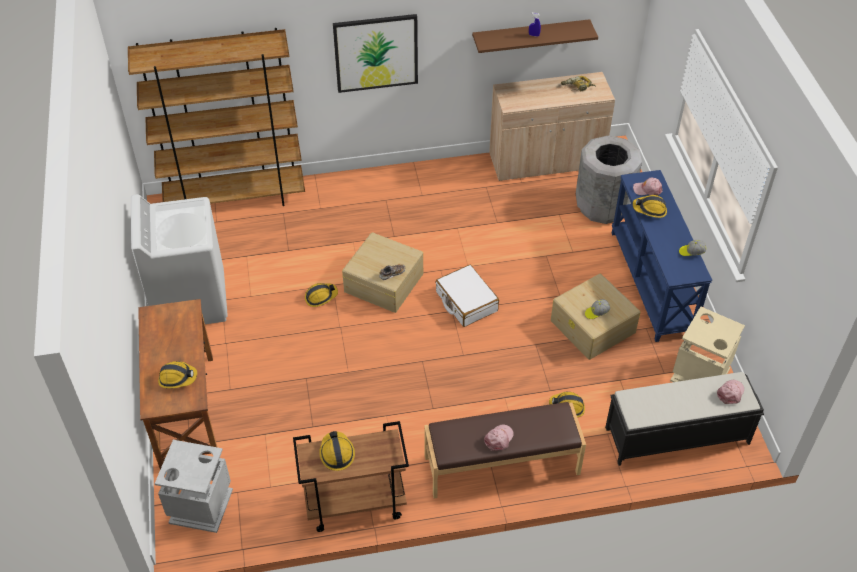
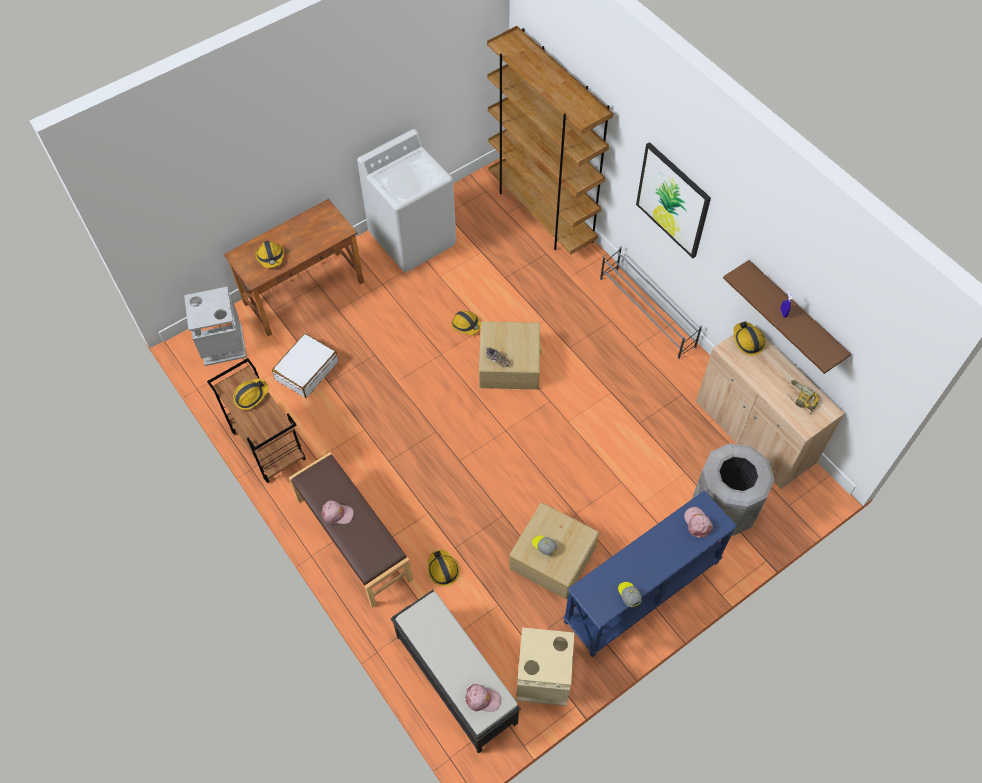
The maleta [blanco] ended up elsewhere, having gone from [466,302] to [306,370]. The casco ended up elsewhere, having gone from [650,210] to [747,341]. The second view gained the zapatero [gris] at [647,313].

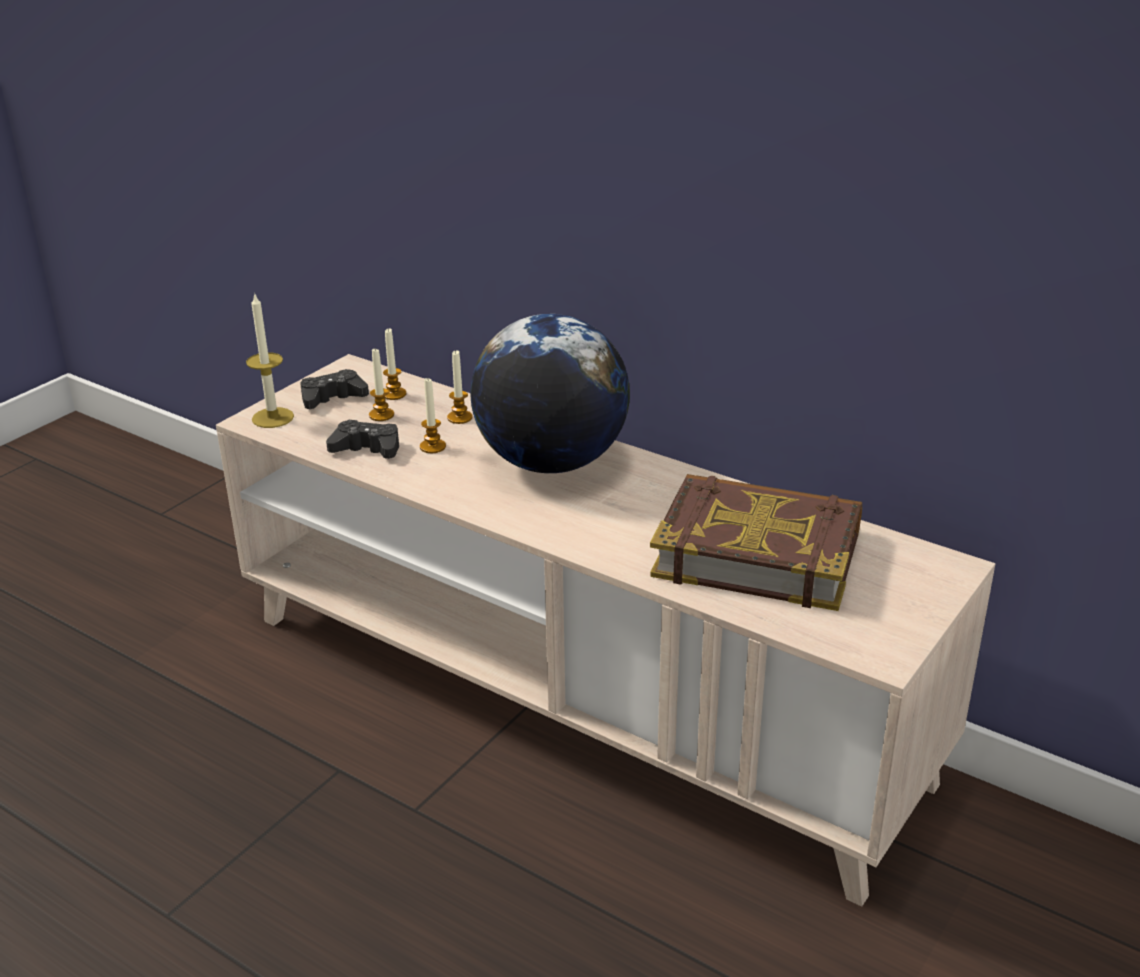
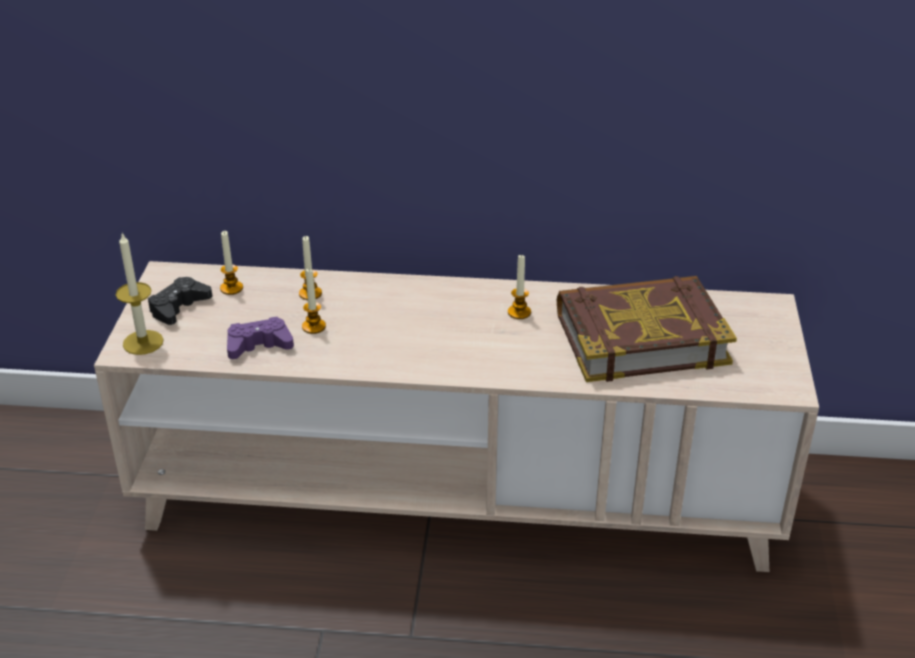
What was the mando de consola [negro] at [367,448] turned into the mando de consola [morado] at [259,345]. The vela ended up elsewhere, having gone from [381,415] to [519,312]. The second view lost the globo terráqueo at [551,462].

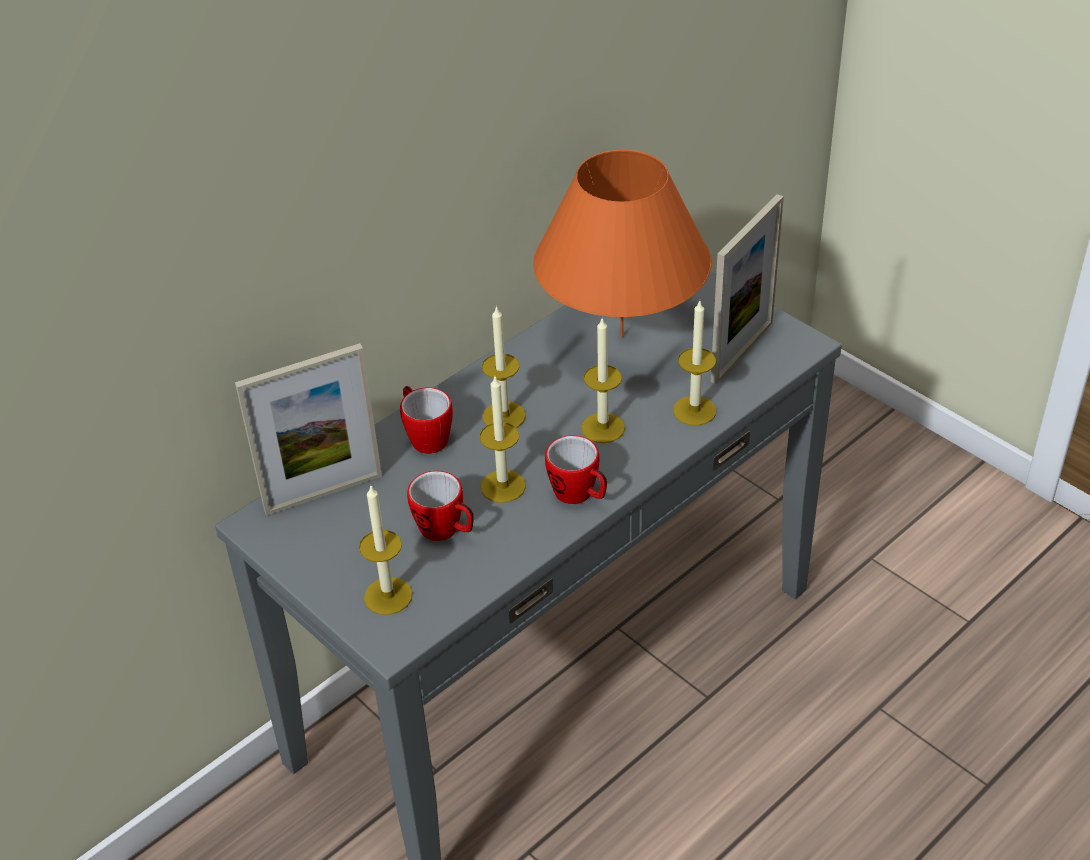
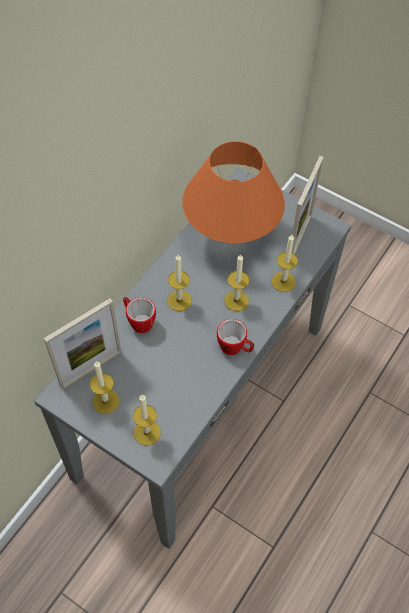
The second view lost the taza grande at [446,530]. The vela ended up elsewhere, having gone from [503,486] to [105,401].

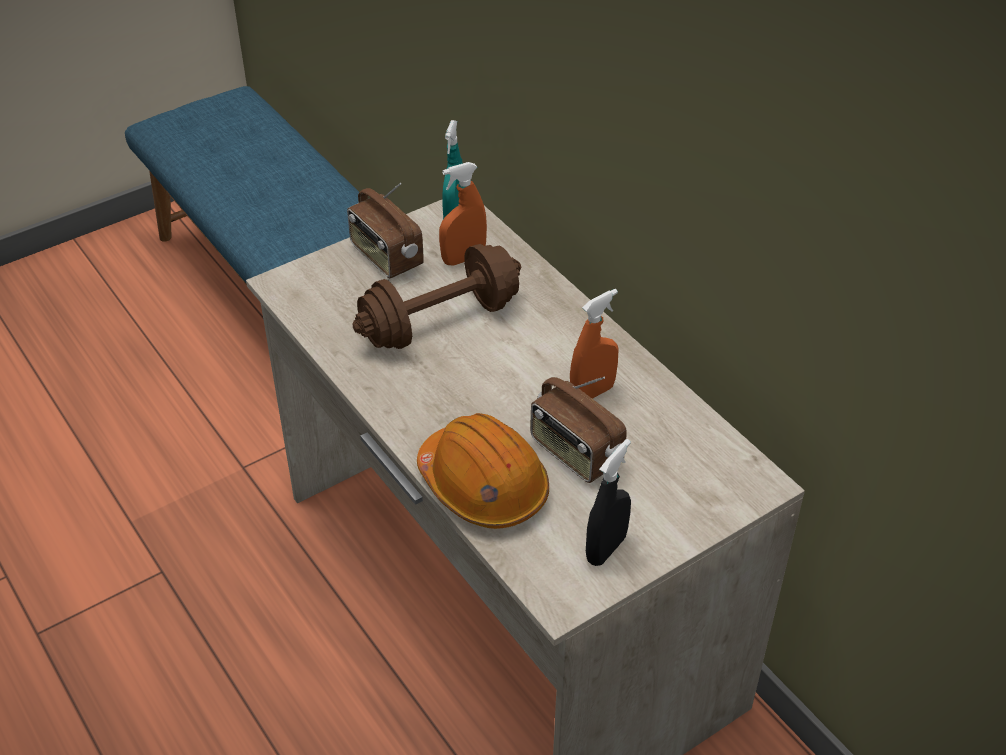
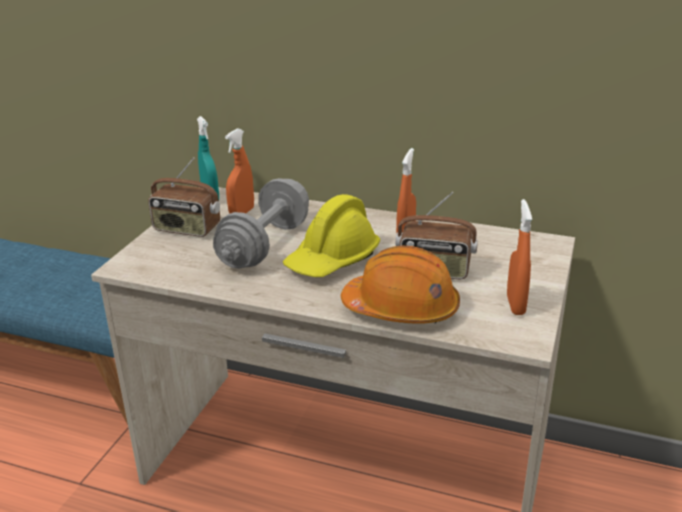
What was the mancuerna [marrón] at [440,321] turned into the mancuerna [gris] at [265,245]. What was the pulverizador [negro] at [606,549] turned into the pulverizador [naranja] at [515,305]. The second view gained the casco [amarillo] at [332,260].

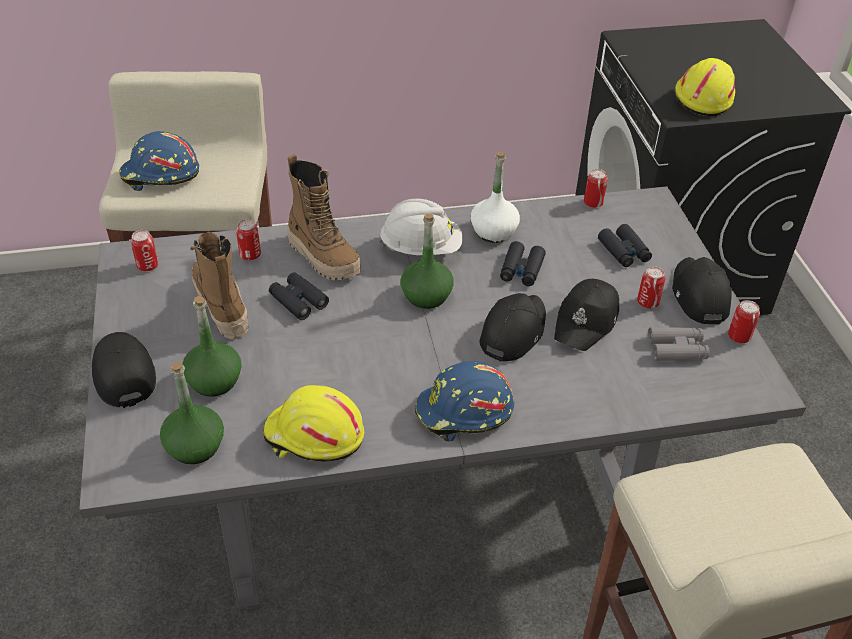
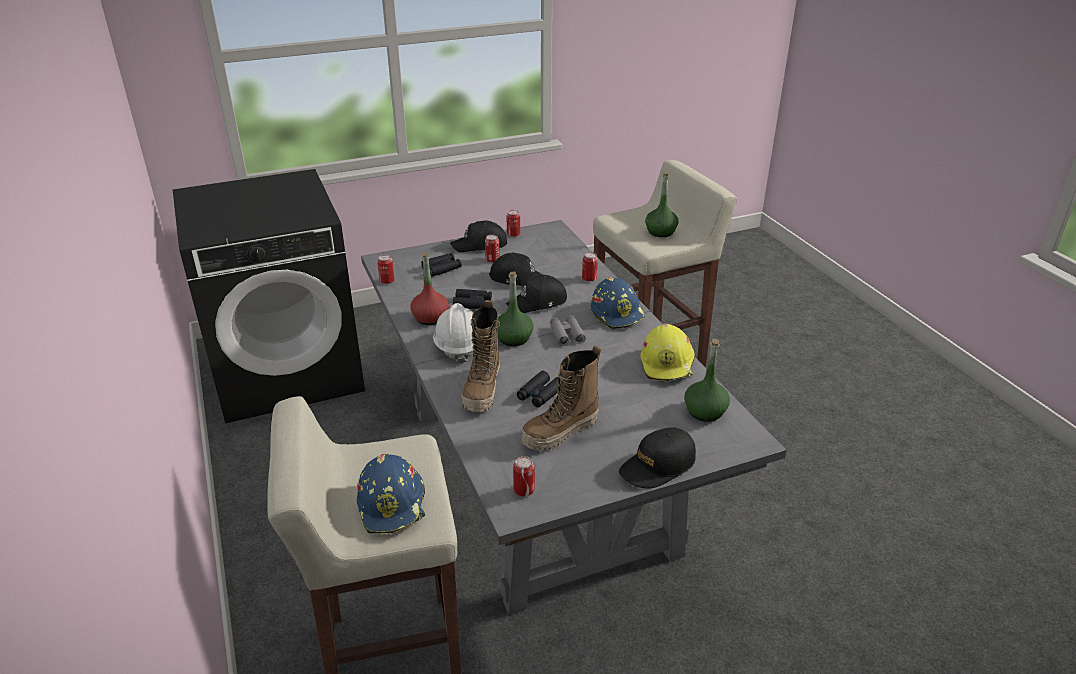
The botella [verde] ended up elsewhere, having gone from [214,380] to [660,232]. The lata ended up elsewhere, having gone from [250,255] to [589,278]. The bota at [324,257] ended up facing another way, 150 degrees clockwise from before. What was the botella [blanco] at [493,231] turned into the botella [rojo] at [430,318]. The gorra [negro] at [512,331] ended up facing another way, 45 degrees counterclockwise from before. The prismáticos [gris] ended up elsewhere, having gone from [677,349] to [566,334]. The second view lost the casco [amarillo] at [703,98].

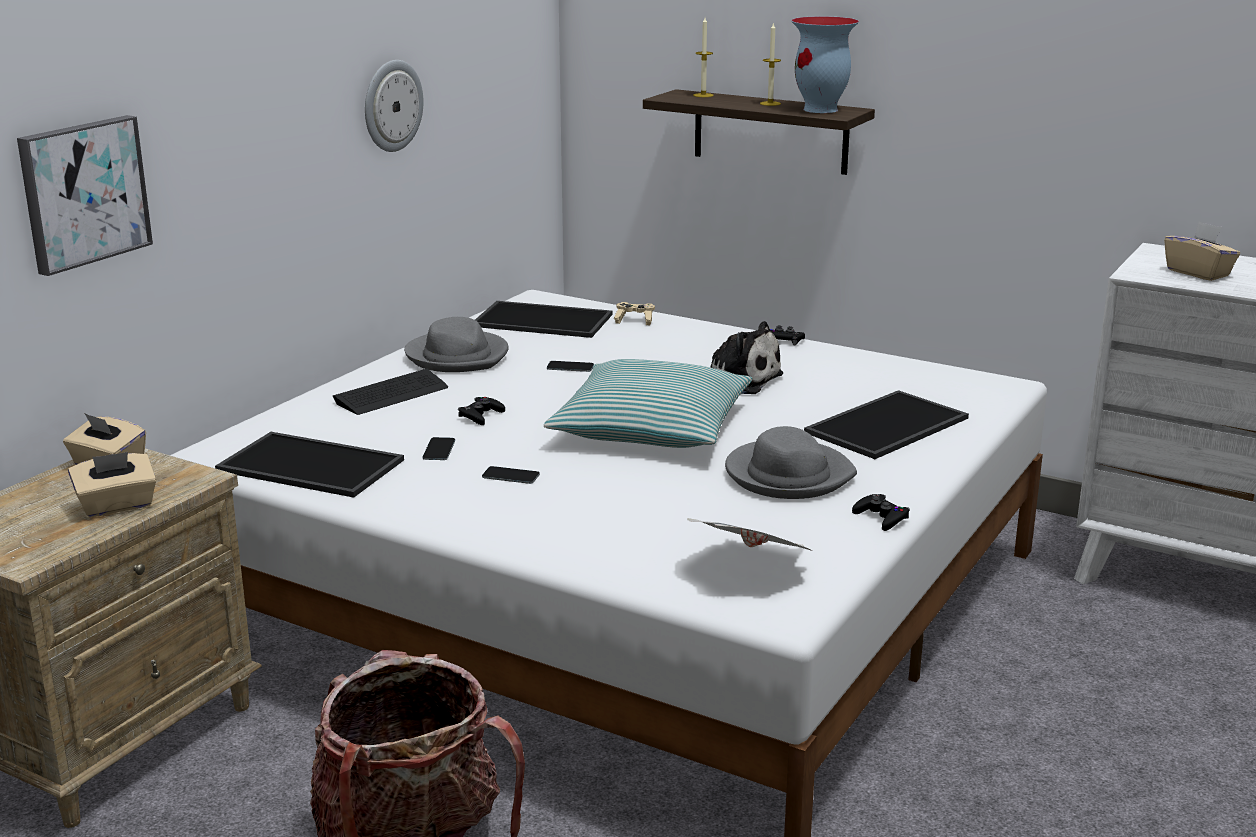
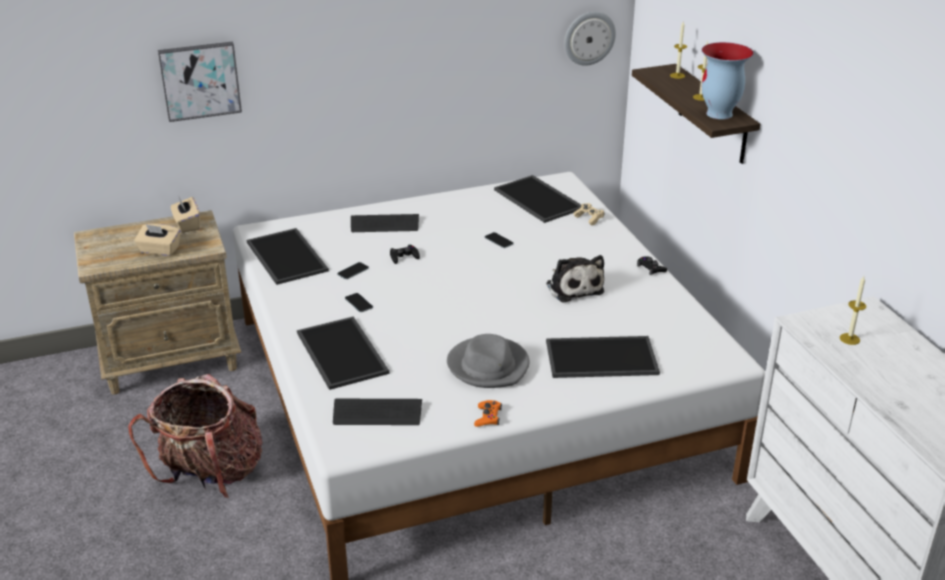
The reloj de pared ended up elsewhere, having gone from [391,105] to [589,38]. The second view lost the sombrero [gris] at [458,356]. The second view lost the cojín at [651,427]. Where the periódico stood at [754,566], the teclado came to stand at [377,413]. What was the mando de consola [negro] at [881,517] turned into the mando de consola [naranja] at [488,417]. Where the caja de pañuelos [beis] stood at [1198,273], the vela came to stand at [849,339]. The second view gained the bandeja at [340,352].

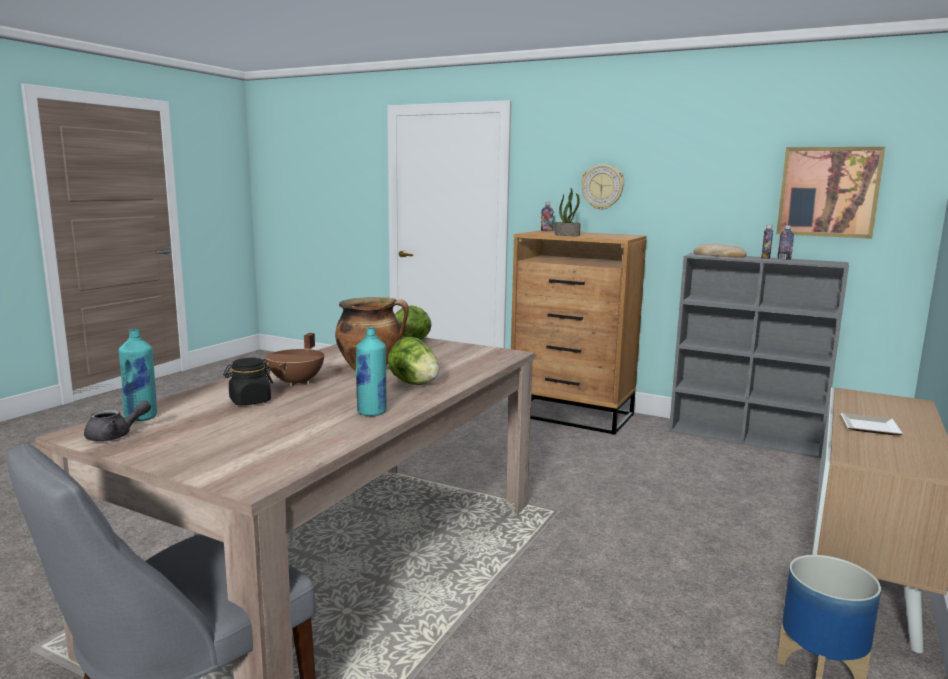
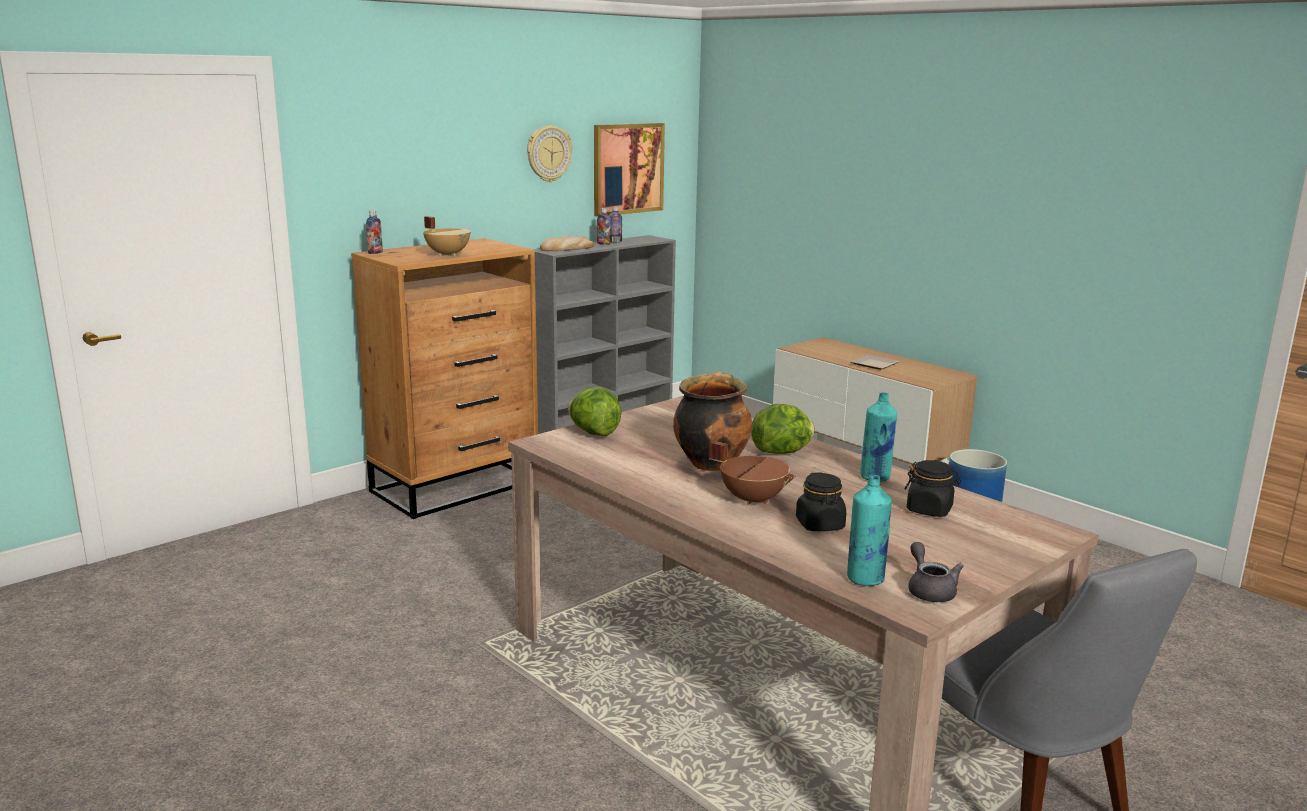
Where the planta en maceta stood at [567,235], the olla [beis] came to stand at [448,254]. The reloj de pared ended up elsewhere, having gone from [602,187] to [548,154]. The second view gained the tarro [negro] at [929,510].

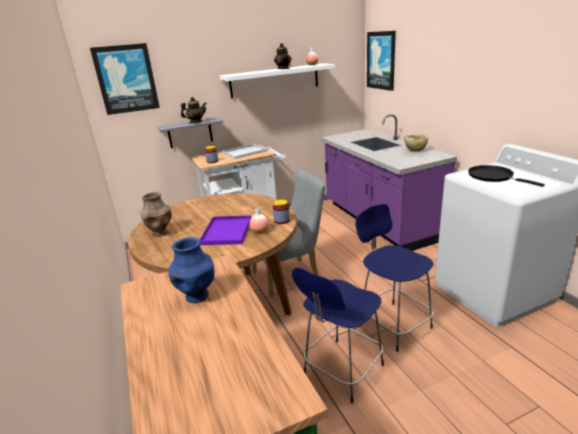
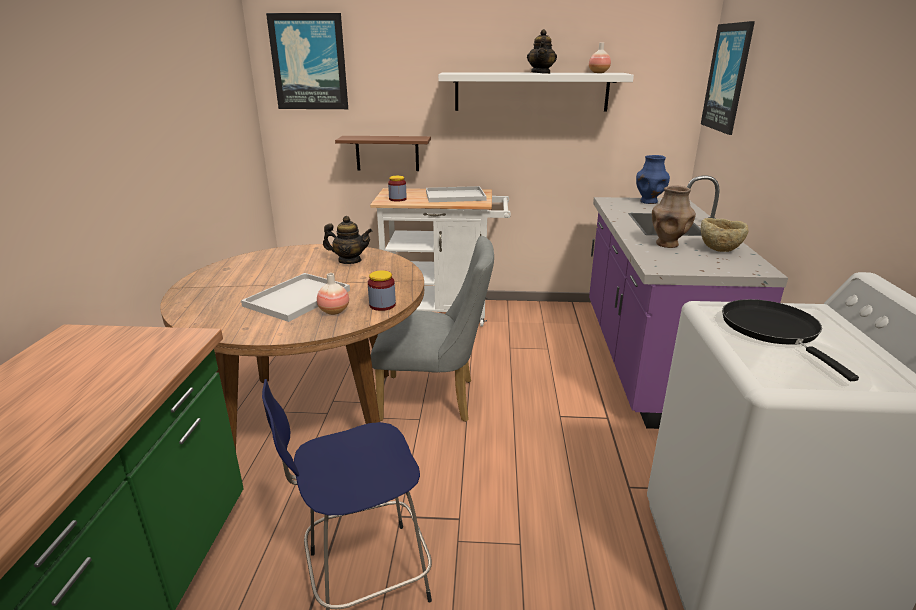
The florero [marrón] ended up elsewhere, having gone from [160,233] to [667,244]. What was the estante [gris] at [190,133] turned into the estante [marrón] at [387,153]. The florero [azul] ended up elsewhere, having gone from [197,296] to [648,202]. The tetera ended up elsewhere, having gone from [196,122] to [349,261]. What was the bandeja [morado] at [226,230] turned into the bandeja [blanco] at [298,297]. The second view lost the taburete [azul] at [392,324].

